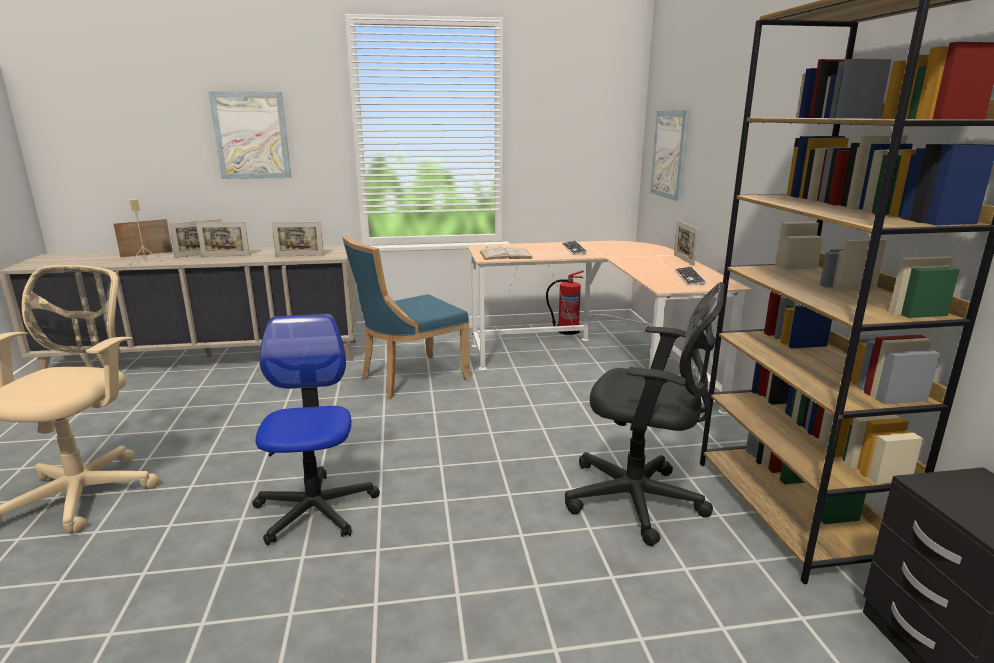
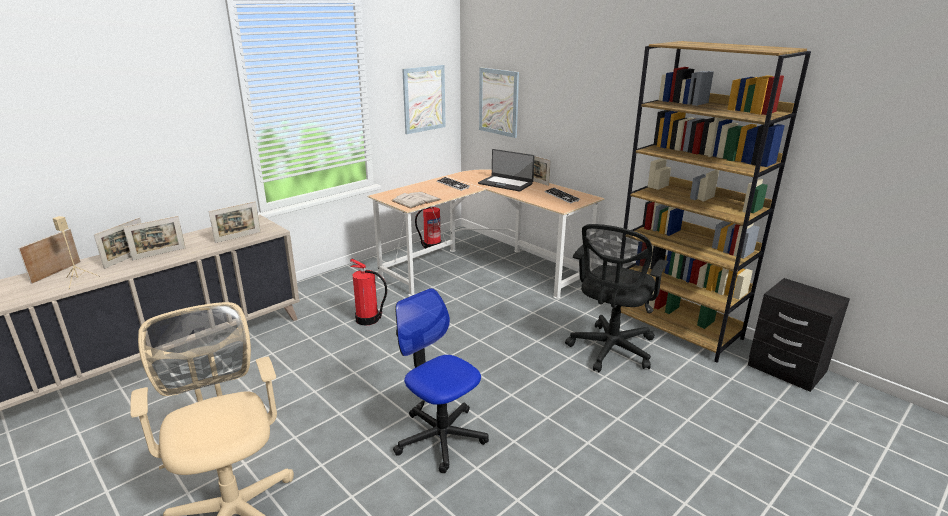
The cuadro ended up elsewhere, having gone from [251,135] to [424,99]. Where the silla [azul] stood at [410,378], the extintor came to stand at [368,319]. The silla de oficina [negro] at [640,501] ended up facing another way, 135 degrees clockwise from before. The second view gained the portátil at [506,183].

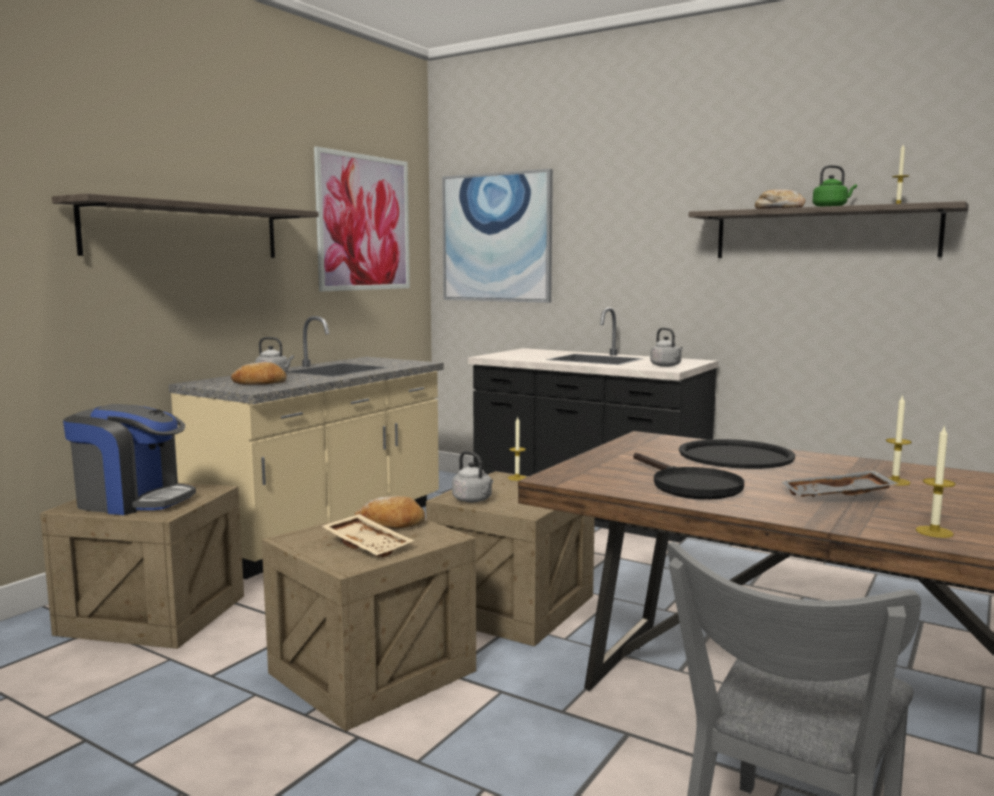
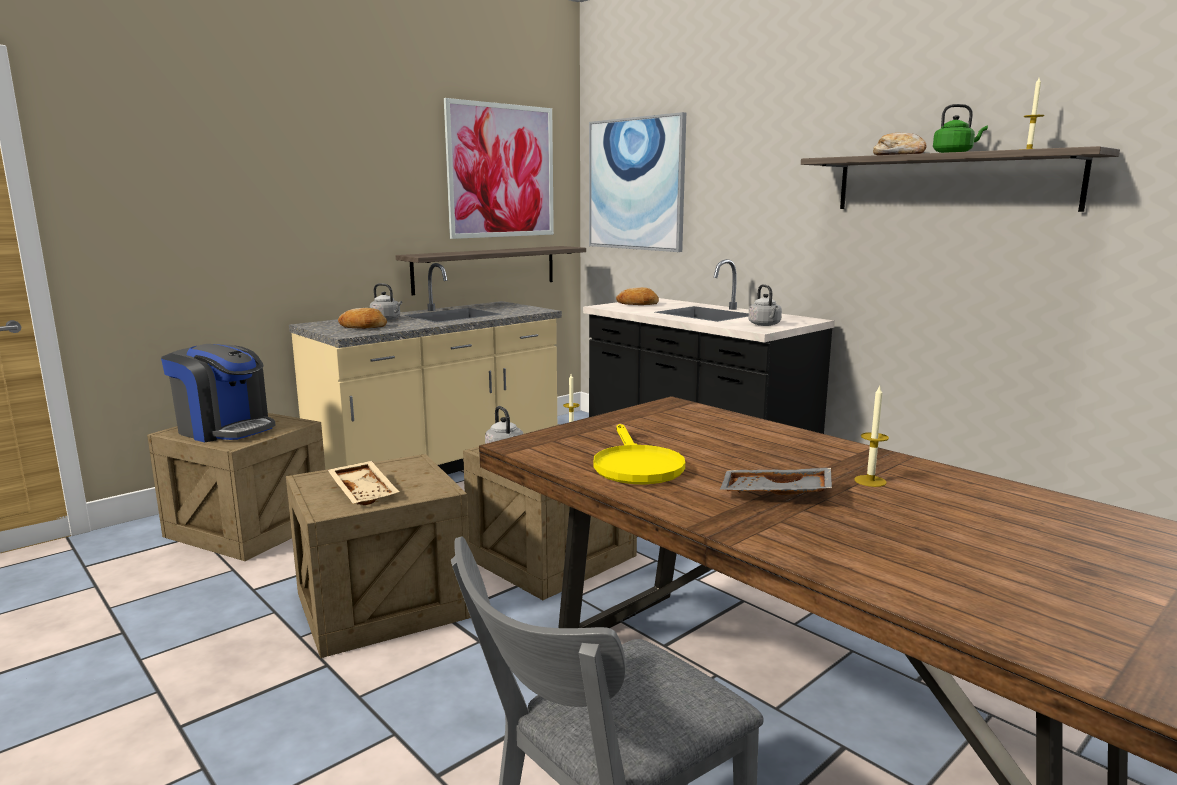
The estante ended up elsewhere, having gone from [185,231] to [486,269]. The pan ended up elsewhere, having gone from [391,524] to [638,304]. What was the sartén [negro] at [689,486] turned into the sartén [amarillo] at [635,466]. The second view lost the bandeja [negro] at [736,456]. The second view lost the vela at [934,532].

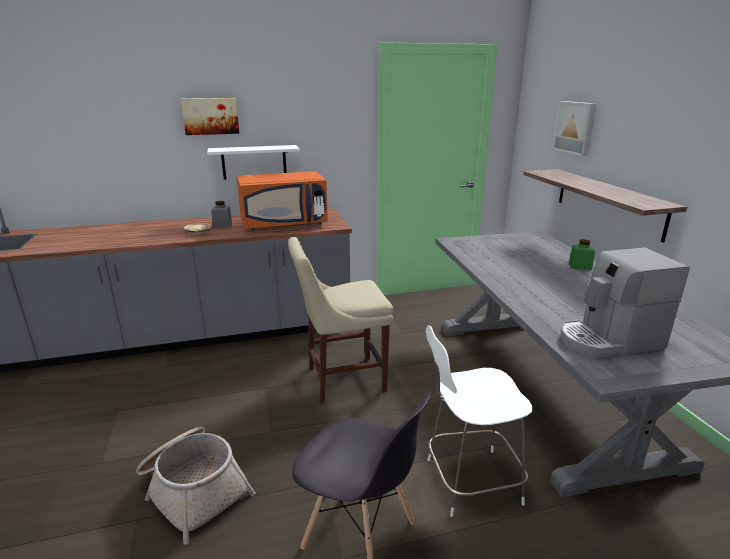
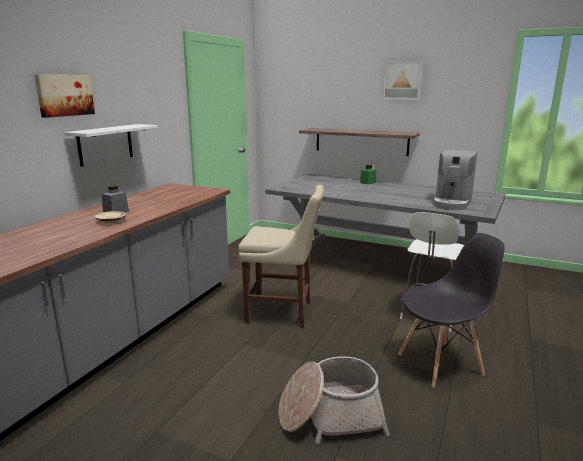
The second view lost the microondas [naranja] at [284,223]. The silla [beis] at [341,379] ended up facing another way, 105 degrees counterclockwise from before. The cuadro ended up elsewhere, having gone from [575,127] to [402,80].

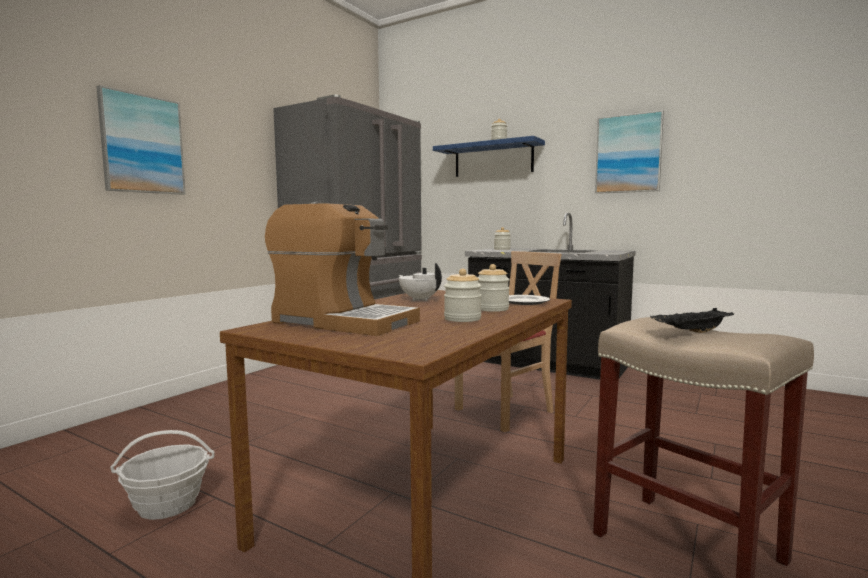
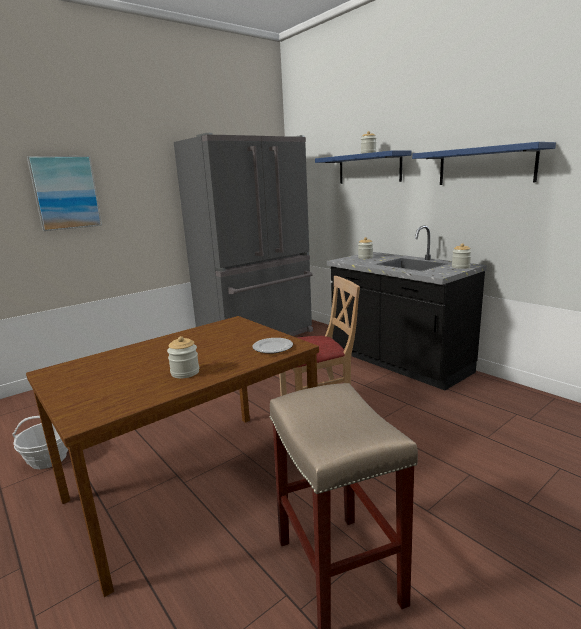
The second view lost the cafetera at [342,322]. The second view lost the tetera [blanco] at [420,299]. The tarro ended up elsewhere, having gone from [492,309] to [460,267]. Where the cuadro hung at [628,154], the estante [azul] came to hang at [485,166]. The second view lost the bandeja [negro] at [692,333].

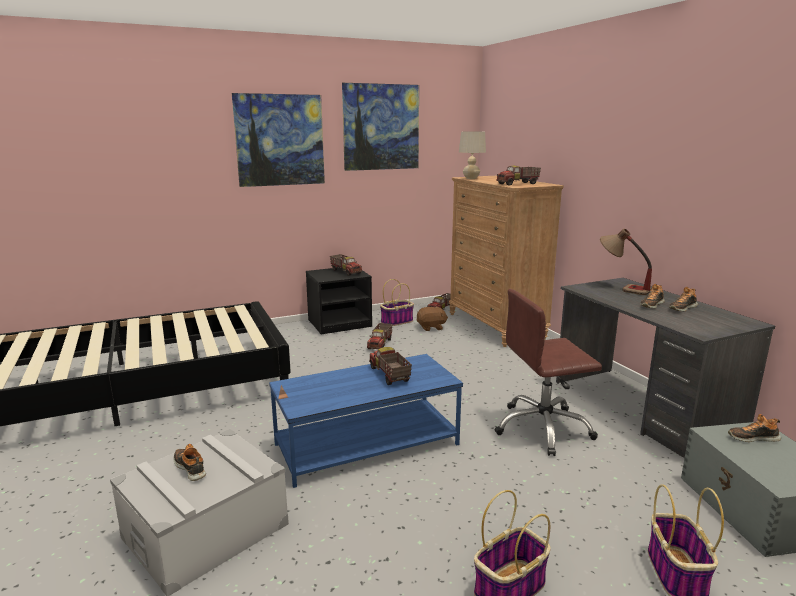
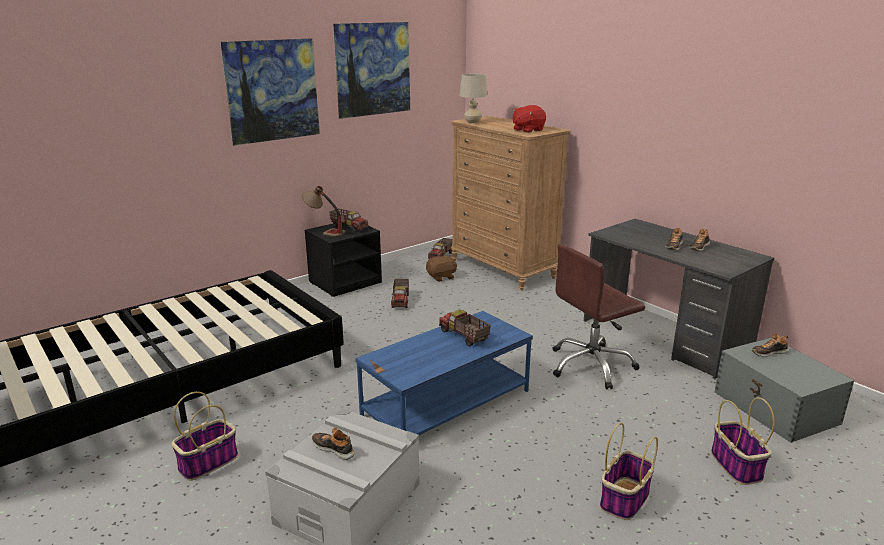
The cesta ended up elsewhere, having gone from [397,321] to [208,462]. Where the camión de juguete stood at [518,184], the peluche [rojo] came to stand at [527,130]. The lámpara de mesa ended up elsewhere, having gone from [622,288] to [324,232].

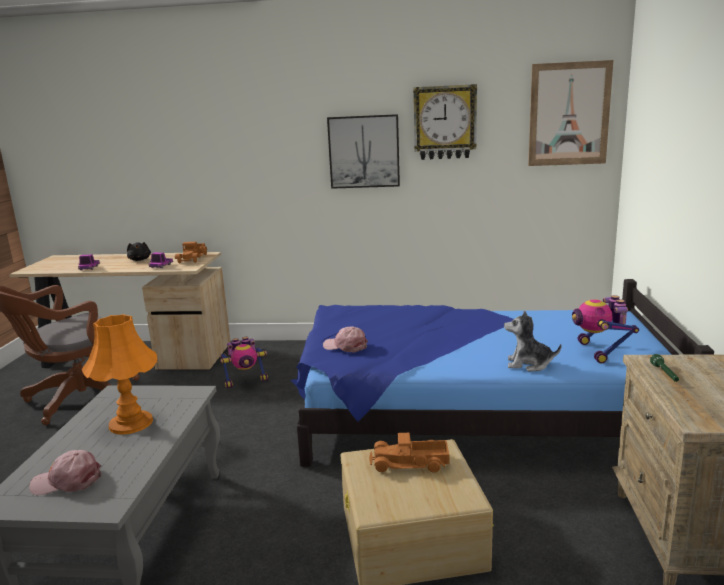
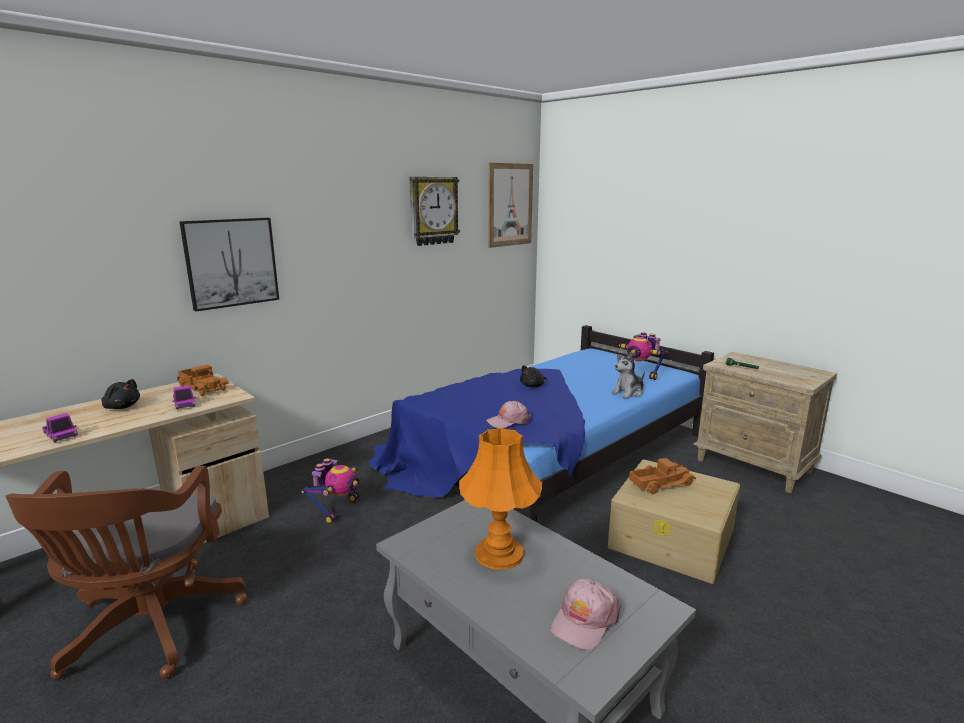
The cuadro ended up elsewhere, having gone from [364,151] to [231,262]. The camión de juguete at [410,464] ended up facing another way, 150 degrees counterclockwise from before. The second view gained the peluche [negro] at [533,386].

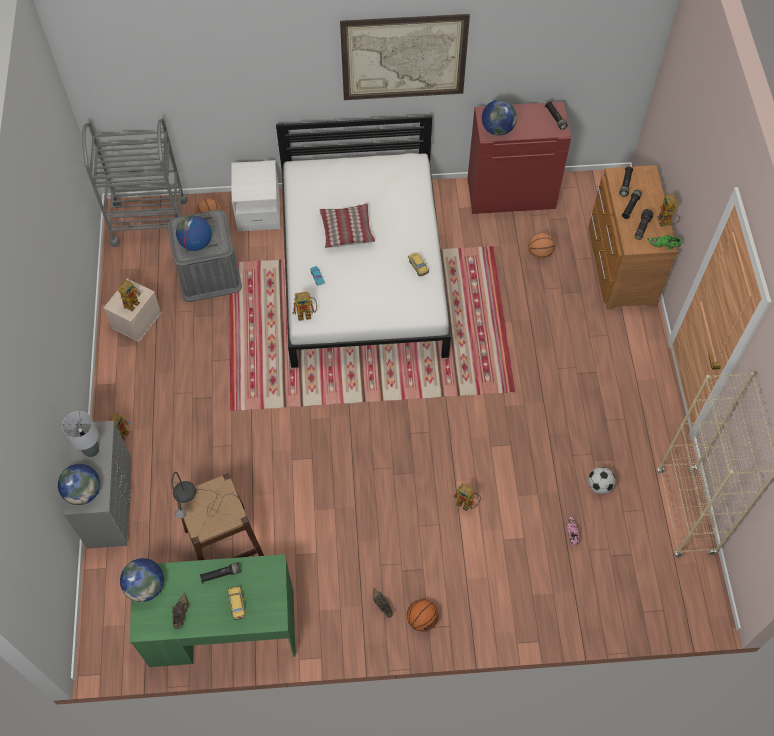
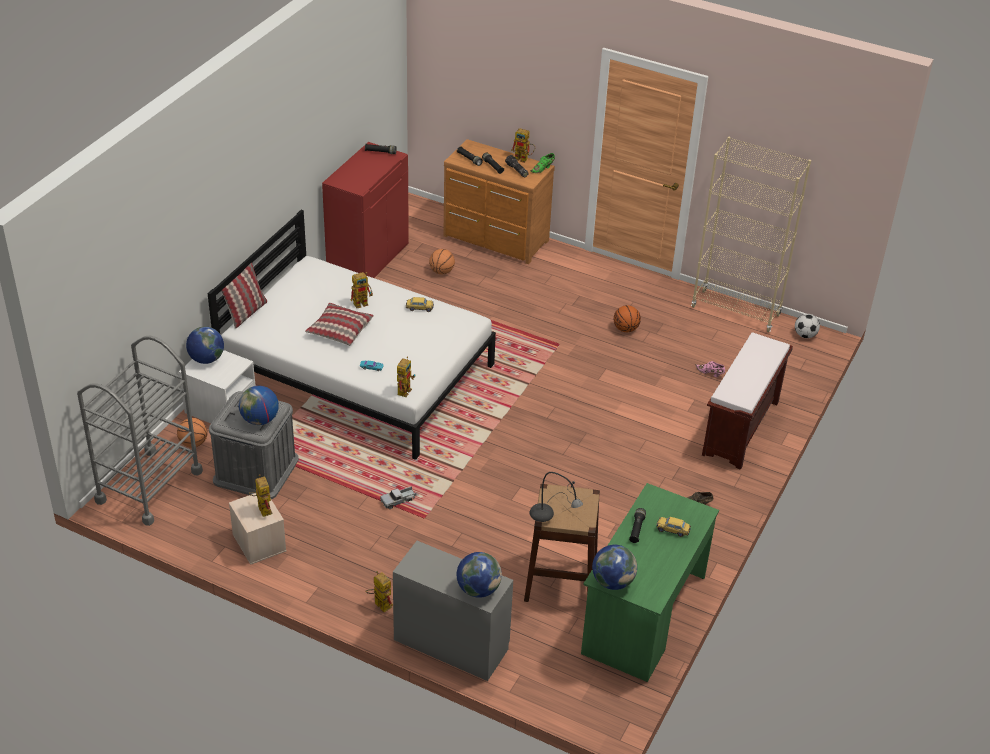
The second view lost the lámpara de mesa [gris] at [92,451]. The second view lost the zapato [marrón] at [181,614]. The second view lost the cuadro at [404,57]. The balón de baloncesto ended up elsewhere, having gone from [422,620] to [626,329]. The robot de juguete ended up elsewhere, having gone from [467,504] to [363,302]. The globo terráqueo ended up elsewhere, having gone from [497,129] to [206,359]. The balón de fútbol ended up elsewhere, having gone from [599,485] to [805,335]. The second view gained the cojín at [246,313]. The second view gained the camión de juguete at [398,500]. The second view gained the banco [marrón] at [740,429].

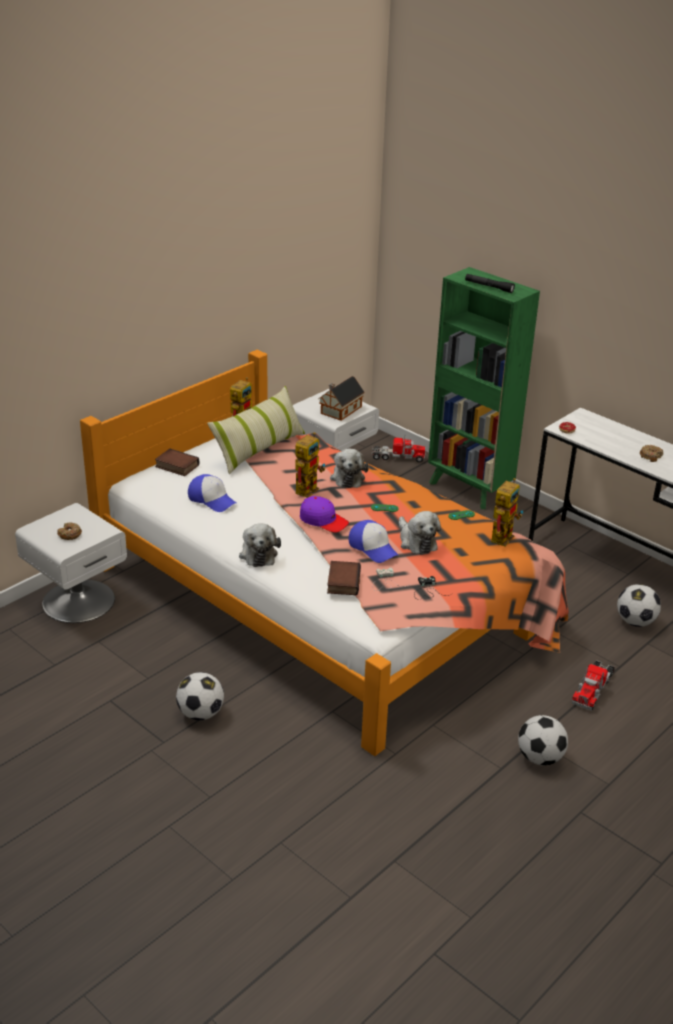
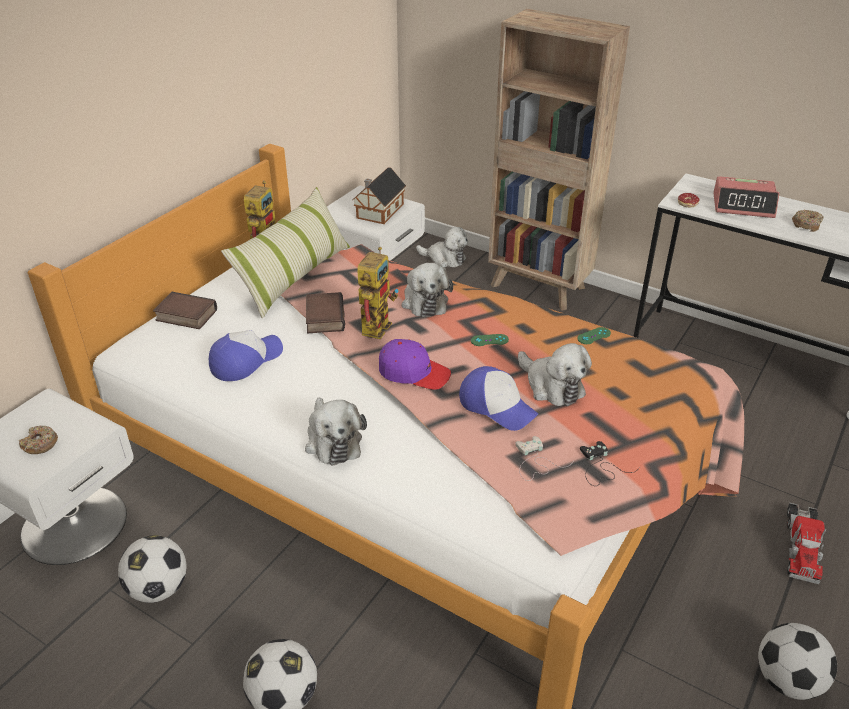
The gorra at [212,499] ended up facing another way, 75 degrees counterclockwise from before. The libro ended up elsewhere, having gone from [342,581] to [323,317]. Where the camión de juguete stood at [397,457], the peluche came to stand at [444,259]. What was the estantería [verde] at [469,489] turned into the estantería [marrón] at [539,287]. The second view lost the linterna [negro] at [489,287]. The second view lost the robot de juguete at [502,535]. The balón de fútbol ended up elsewhere, having gone from [635,622] to [159,588]. The second view gained the despertador at [743,205].

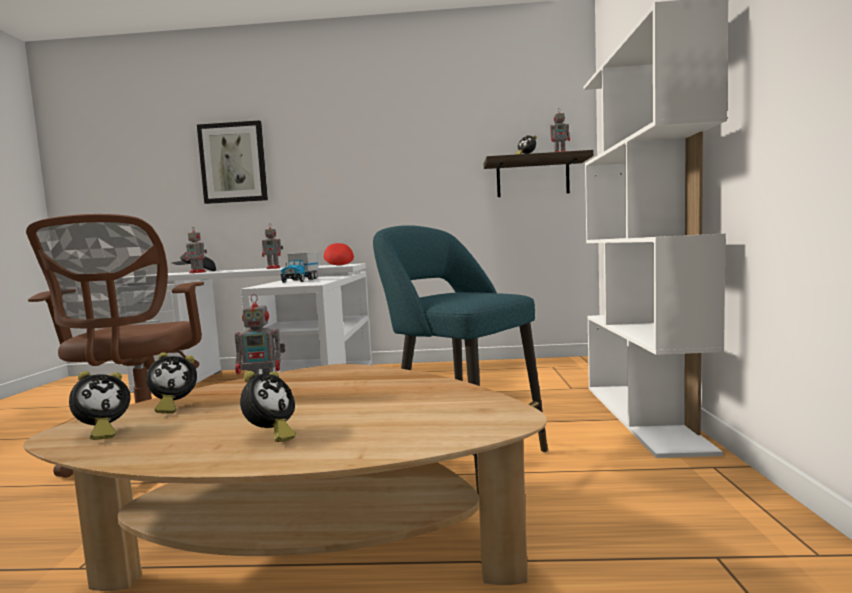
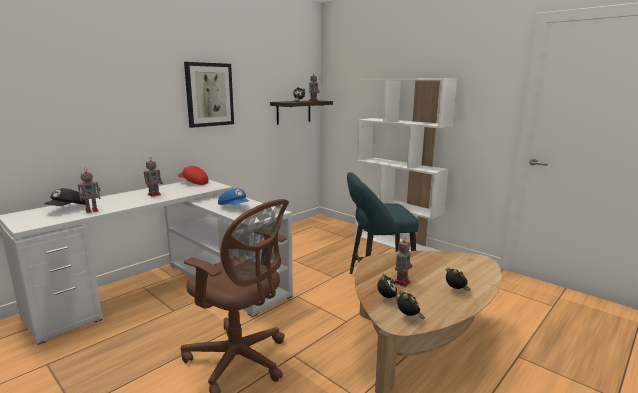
The cuadro ended up elsewhere, having gone from [233,163] to [209,94]. Where the camión de juguete stood at [300,280], the gorra [azul] came to stand at [234,207].

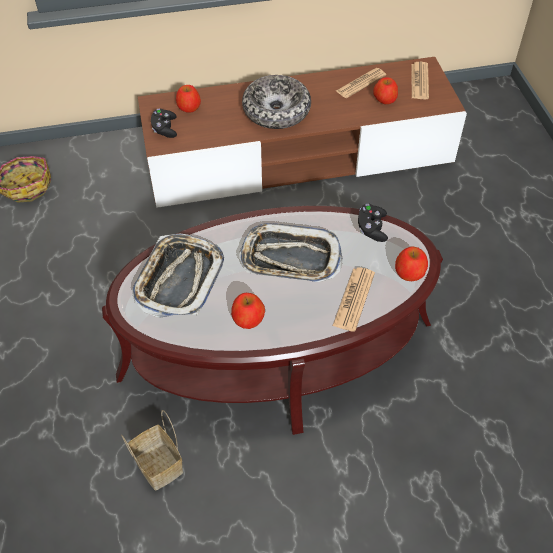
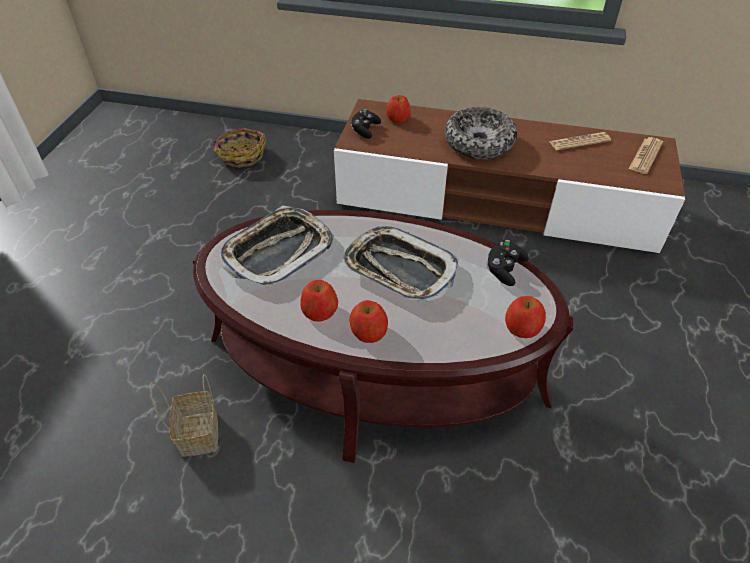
The second view lost the periódico at [354,299]. The manzana ended up elsewhere, having gone from [384,99] to [368,331].

